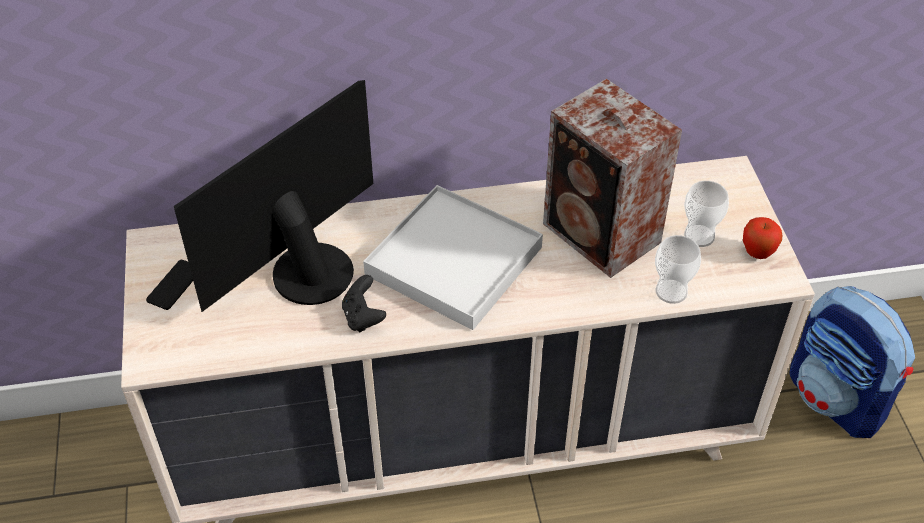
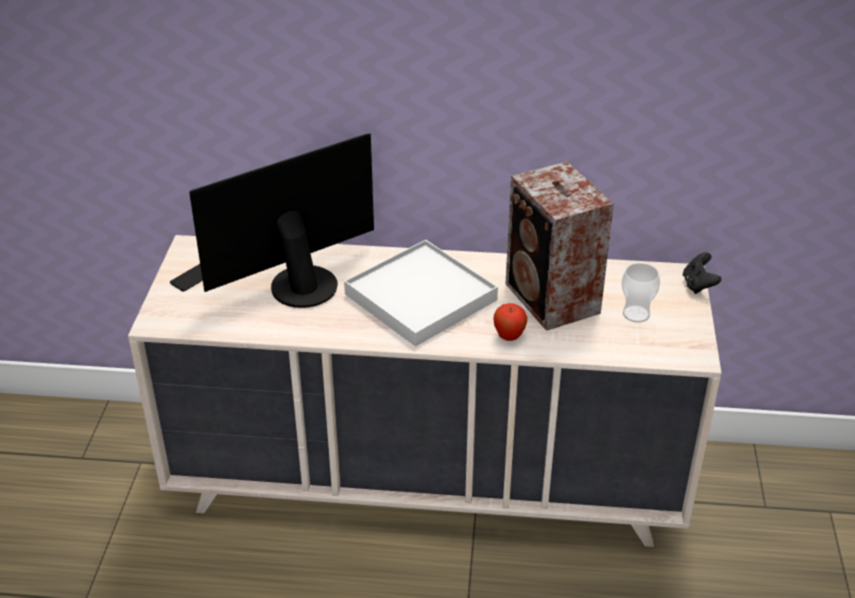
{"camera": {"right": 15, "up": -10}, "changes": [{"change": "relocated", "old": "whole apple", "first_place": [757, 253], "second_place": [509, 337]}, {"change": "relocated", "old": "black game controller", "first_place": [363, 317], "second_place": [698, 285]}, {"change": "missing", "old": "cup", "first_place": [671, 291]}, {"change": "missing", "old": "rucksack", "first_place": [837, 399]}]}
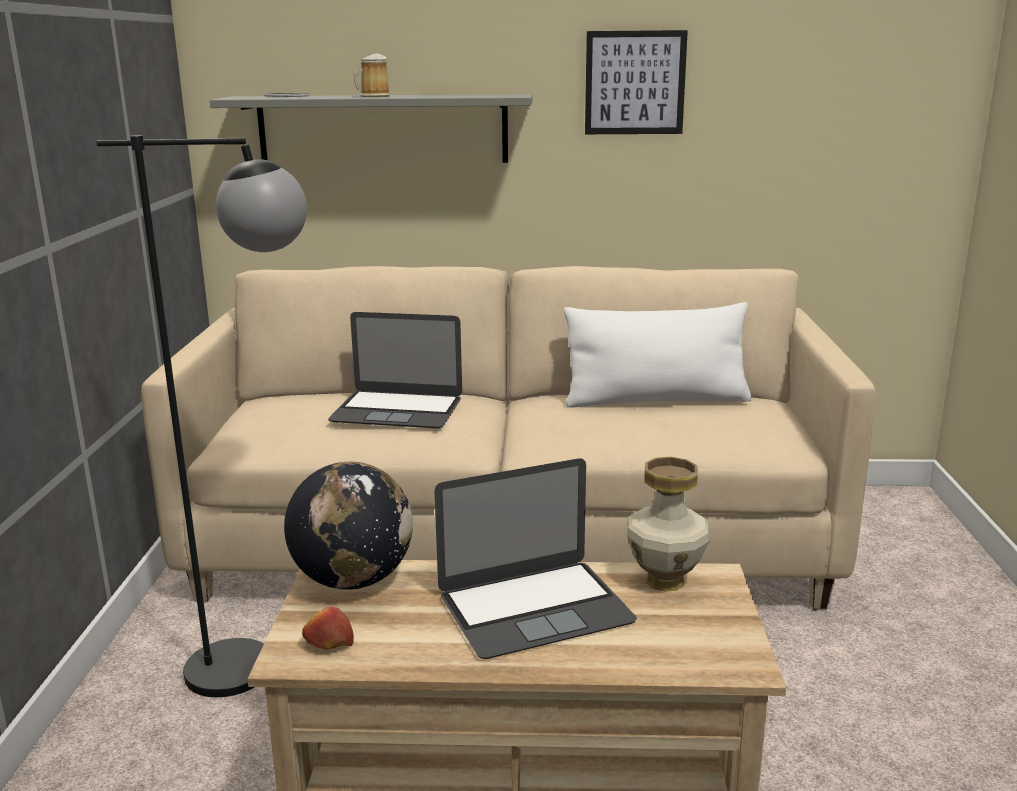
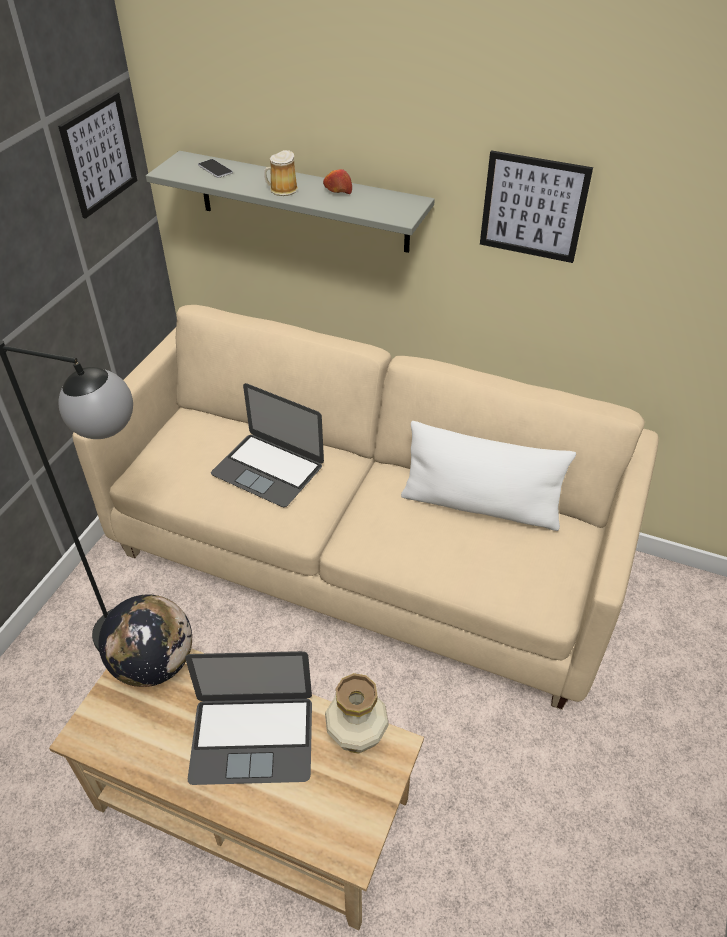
{"camera": {"right": 20, "up": 25}, "changes": [{"change": "appeared", "new": "wall picture", "second_place": [99, 155]}, {"change": "relocated", "old": "whole apple", "first_place": [328, 642], "second_place": [337, 190]}]}
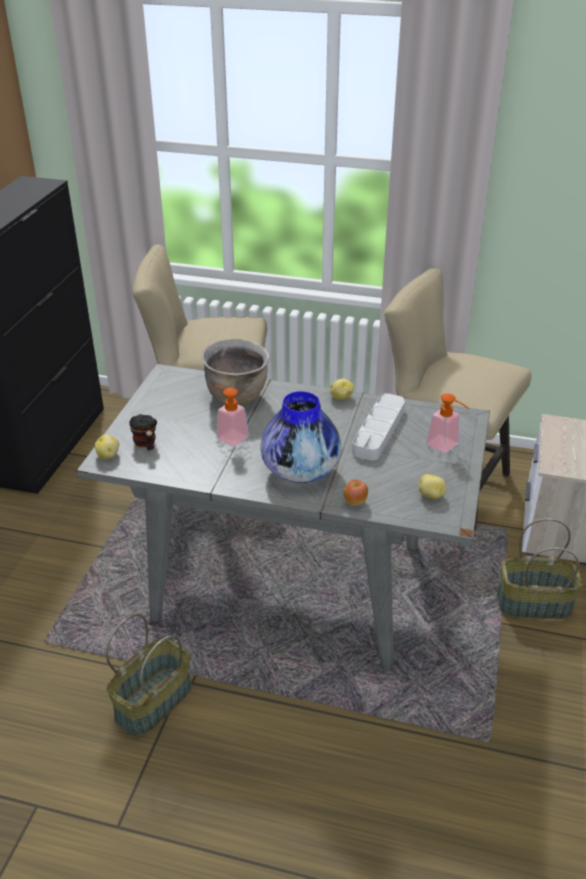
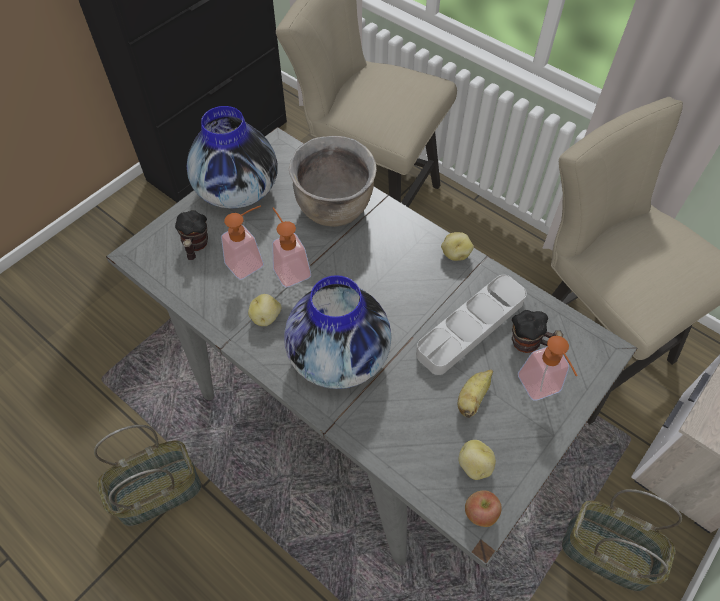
{"camera": {"right": 25, "up": 20}, "changes": [{"change": "appeared", "new": "decorative vase", "second_place": [237, 191]}, {"change": "appeared", "new": "soap dispenser", "second_place": [250, 261]}, {"change": "relocated", "old": "spud", "first_place": [108, 455], "second_place": [266, 317]}, {"change": "appeared", "new": "banana fruit", "second_place": [472, 398]}, {"change": "relocated", "old": "whole apple", "first_place": [355, 502], "second_place": [480, 513]}, {"change": "appeared", "new": "tea mug", "second_place": [529, 344]}]}
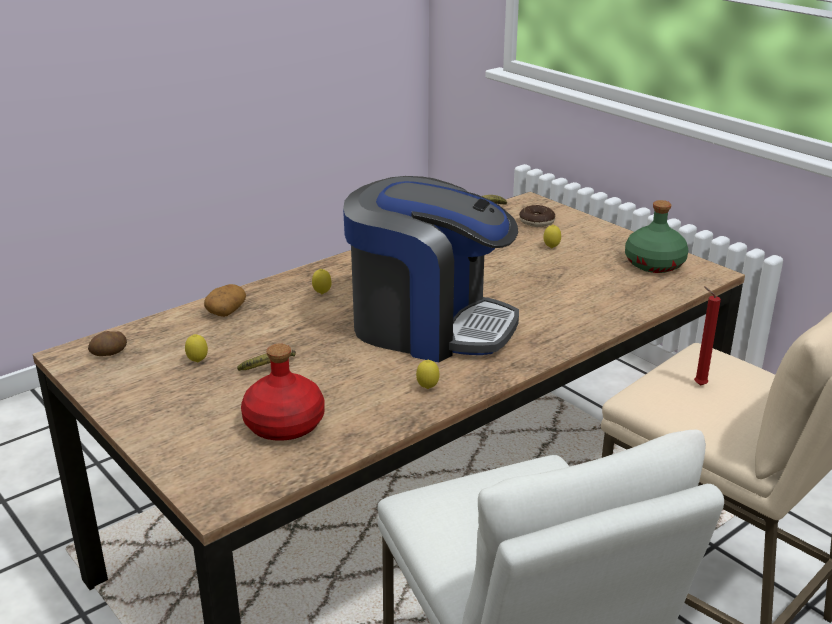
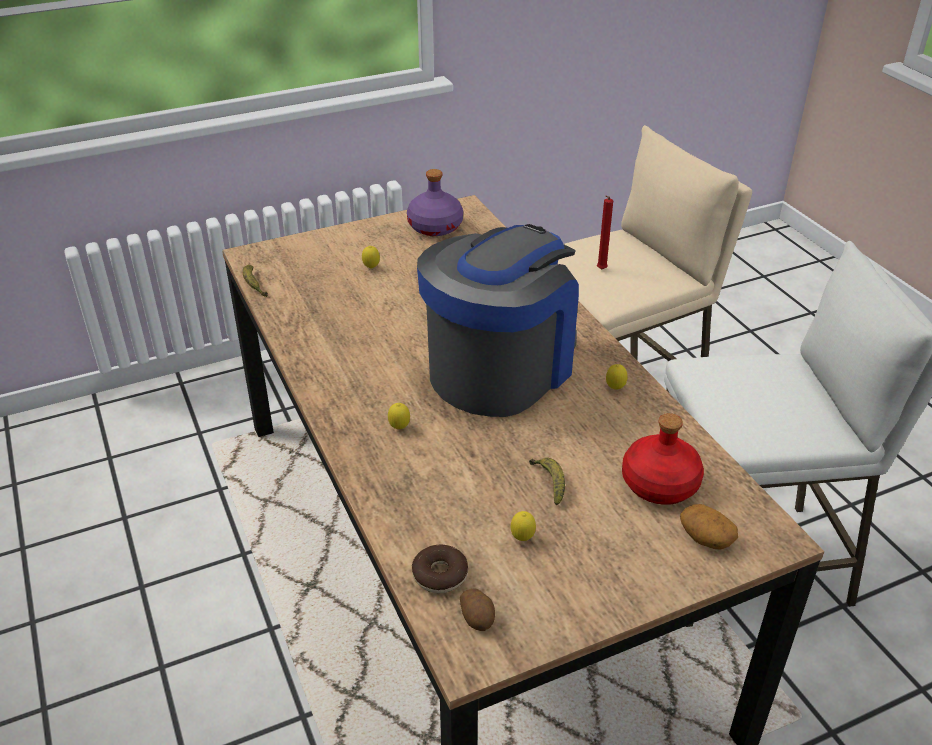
{"camera": {"right": -75, "up": 10}, "changes": [{"change": "colour", "old": "green-coloured bottle", "new": "purple-coloured bottle", "first_place": [654, 264], "second_place": [436, 227]}, {"change": "relocated", "old": "doughnut", "first_place": [536, 222], "second_place": [440, 575]}, {"change": "relocated", "old": "spud", "first_place": [226, 311], "second_place": [705, 537]}]}
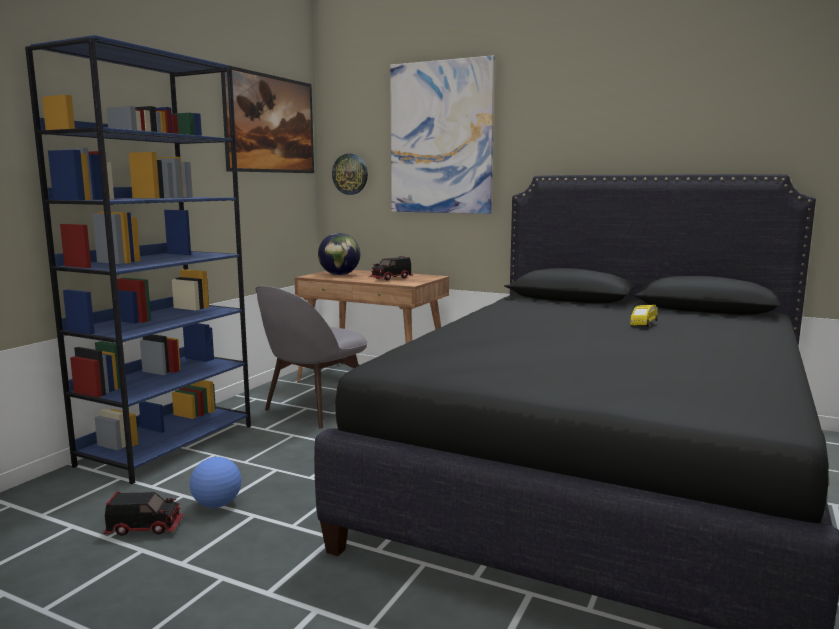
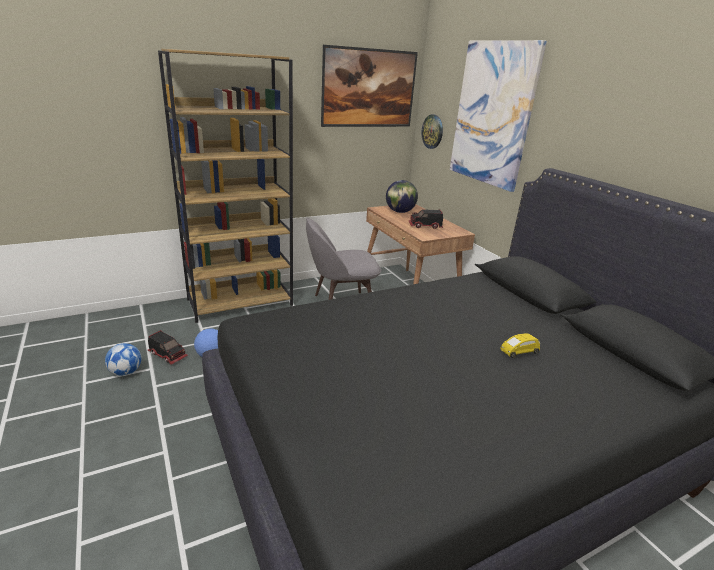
{"camera": {"right": 35, "up": 15}, "changes": [{"change": "appeared", "new": "football ball", "second_place": [126, 372]}, {"change": "colour", "old": "blue-coloured shelving unit", "new": "brownish shelving unit", "first_place": [168, 444], "second_place": [240, 302]}]}
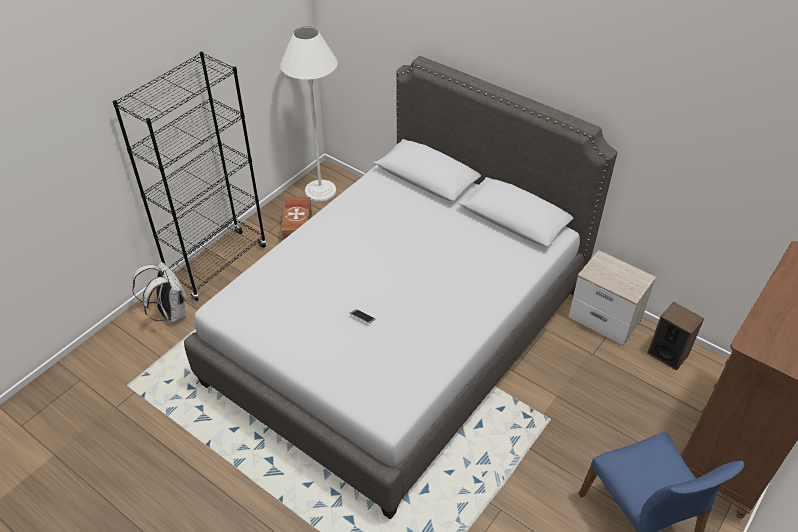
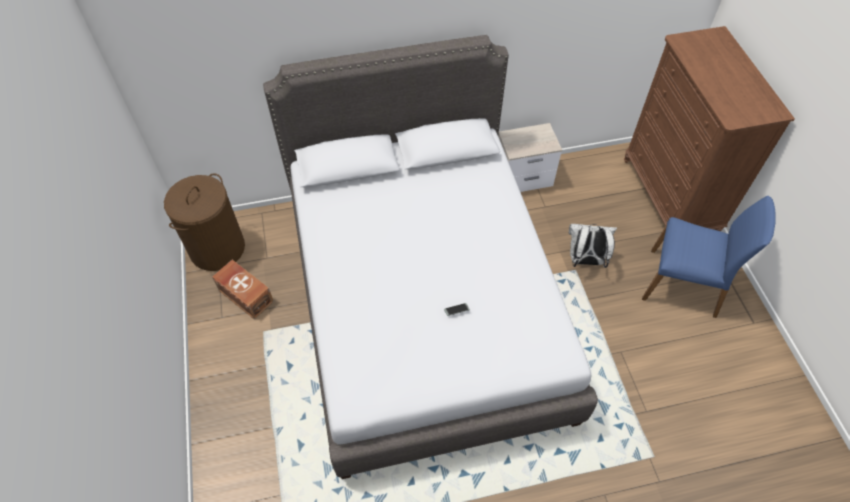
{"camera": {"right": -50, "up": 10}, "changes": [{"change": "exchanged", "old": "white standard lamp", "new": "brownish washing basket", "first_place": [320, 191], "second_place": [217, 248]}, {"change": "relocated", "old": "white rucksack", "first_place": [170, 313], "second_place": [585, 260]}, {"change": "missing", "old": "black shelving unit", "first_place": [218, 265]}, {"change": "missing", "old": "speaker", "first_place": [667, 354]}]}
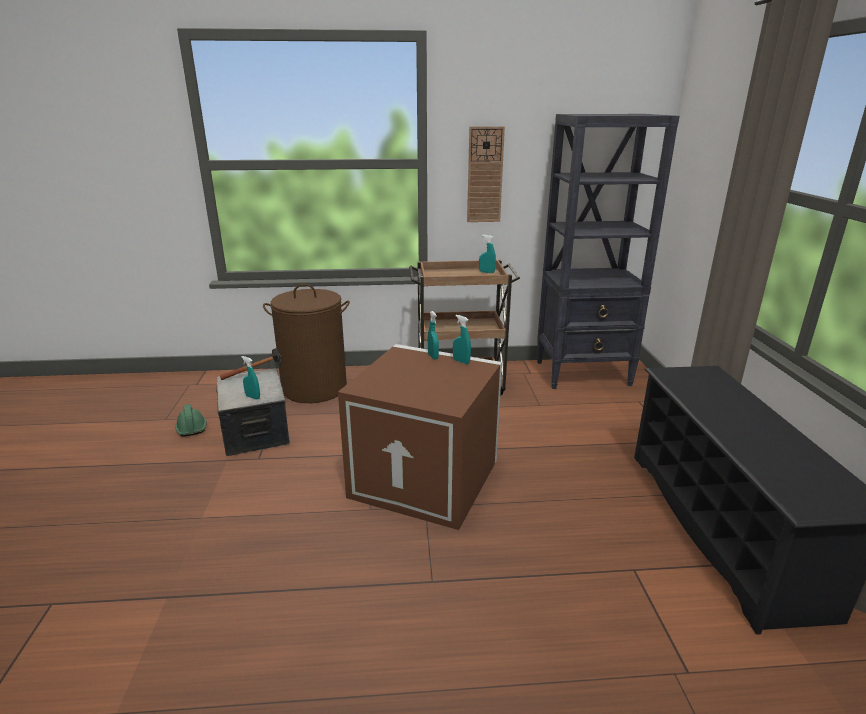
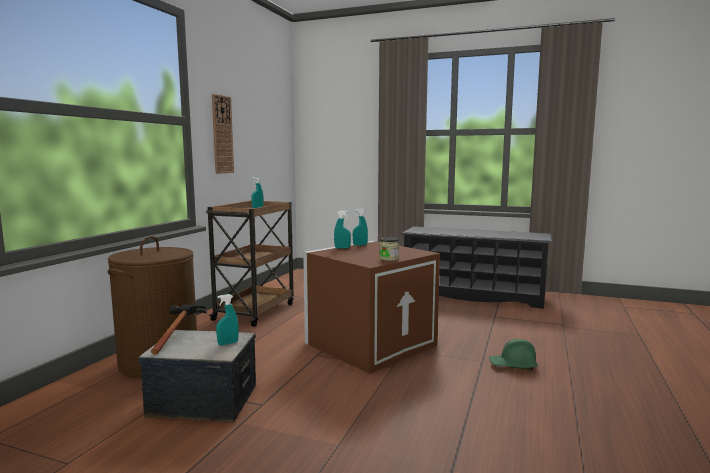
{"camera": {"right": -65, "up": -15}, "changes": [{"change": "appeared", "new": "storage jar", "second_place": [389, 259]}, {"change": "relocated", "old": "green-coloured work helmet", "first_place": [191, 427], "second_place": [513, 366]}, {"change": "missing", "old": "black shelving unit", "first_place": [583, 373]}]}
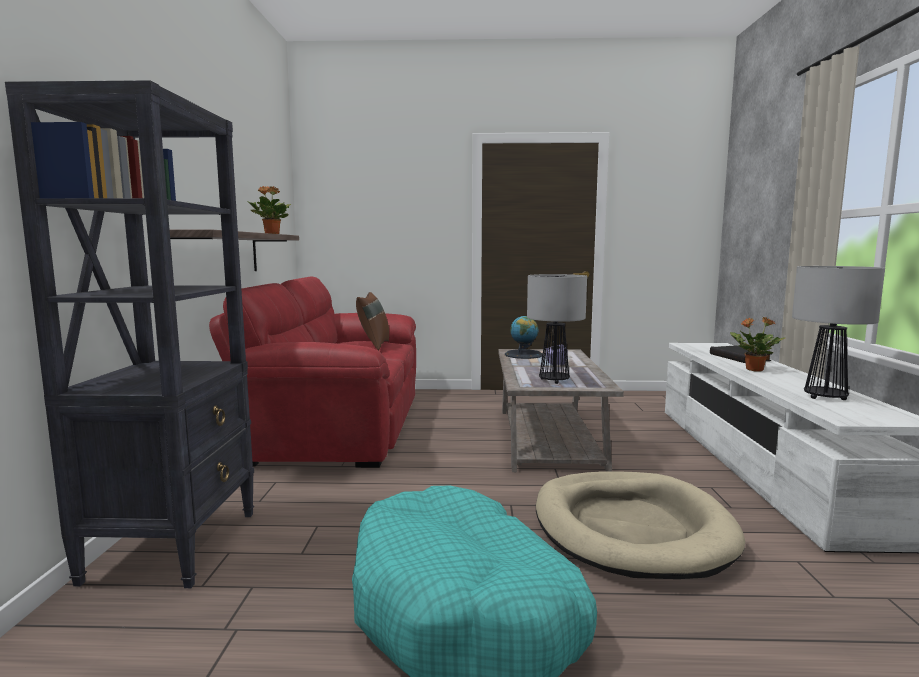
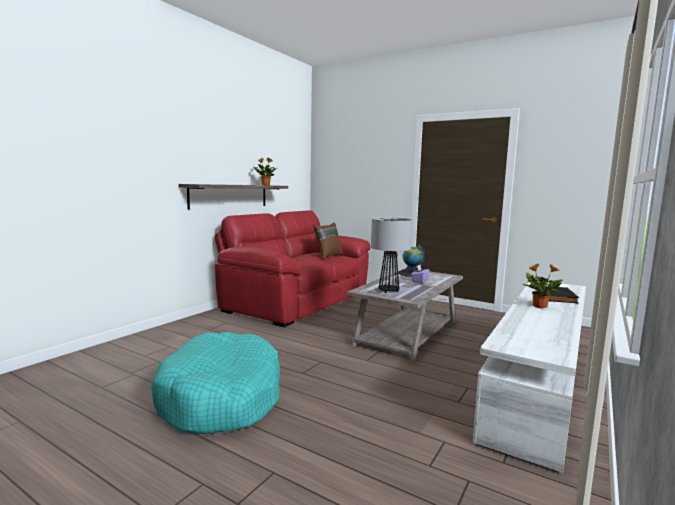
{"camera": {"right": 30, "up": 0}, "changes": [{"change": "missing", "old": "black shelving unit", "first_place": [175, 545]}, {"change": "missing", "old": "beige dog cushion", "first_place": [630, 528]}, {"change": "missing", "old": "lamp for a table", "first_place": [824, 397]}]}
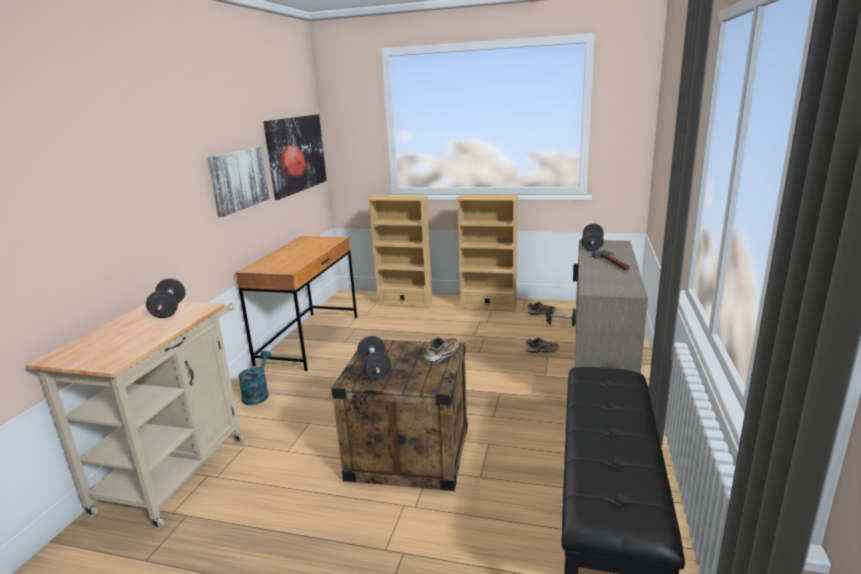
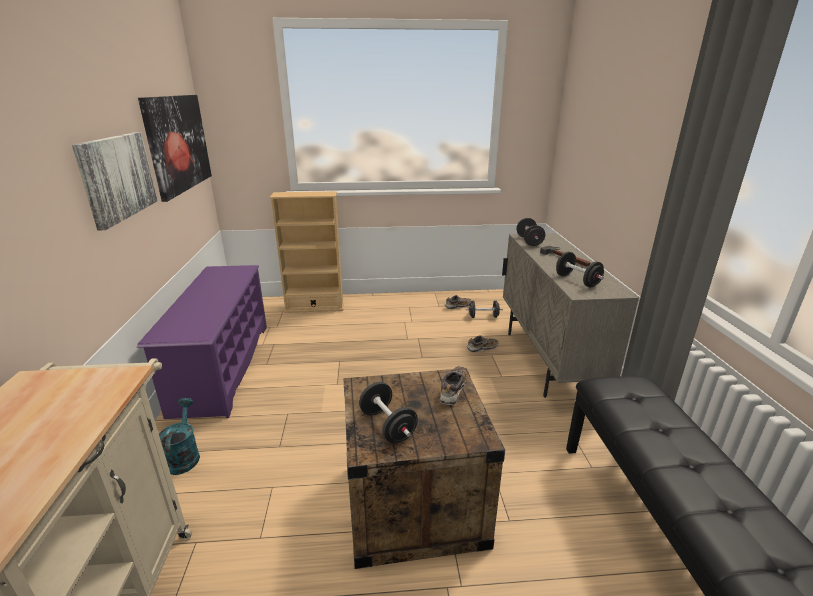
{"camera": {"right": -20, "up": 5}, "changes": [{"change": "exchanged", "old": "brownish desk", "new": "purple-coloured shoe rack", "first_place": [309, 339], "second_place": [222, 366]}, {"change": "relocated", "old": "black free weight", "first_place": [169, 310], "second_place": [577, 281]}, {"change": "missing", "old": "beige shelving unit", "first_place": [488, 306]}]}
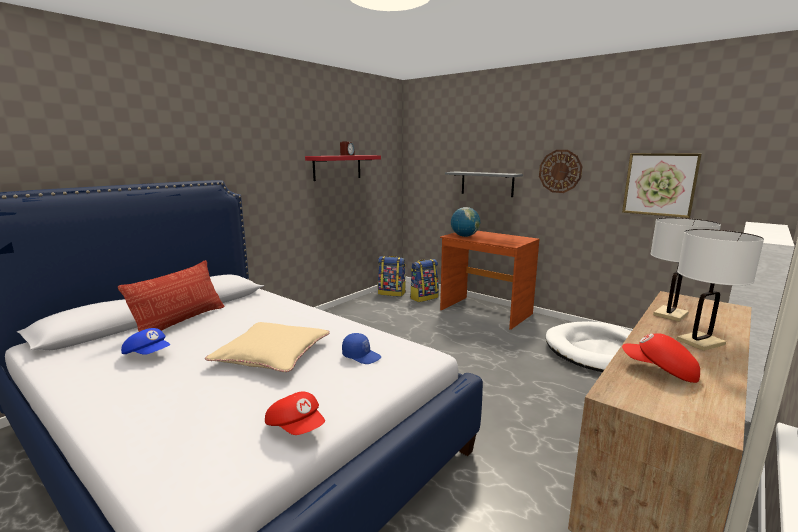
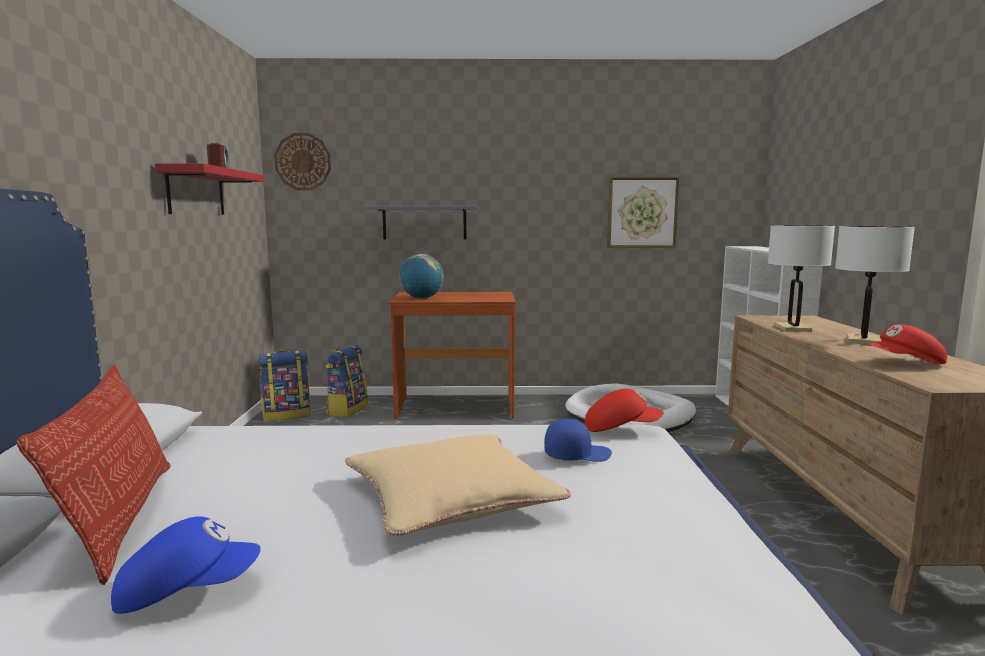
{"camera": {"right": -40, "up": -5}, "changes": [{"change": "relocated", "old": "clock on the wall", "first_place": [560, 171], "second_place": [303, 162]}, {"change": "relocated", "old": "red-coloured cap", "first_place": [297, 427], "second_place": [620, 429]}]}
